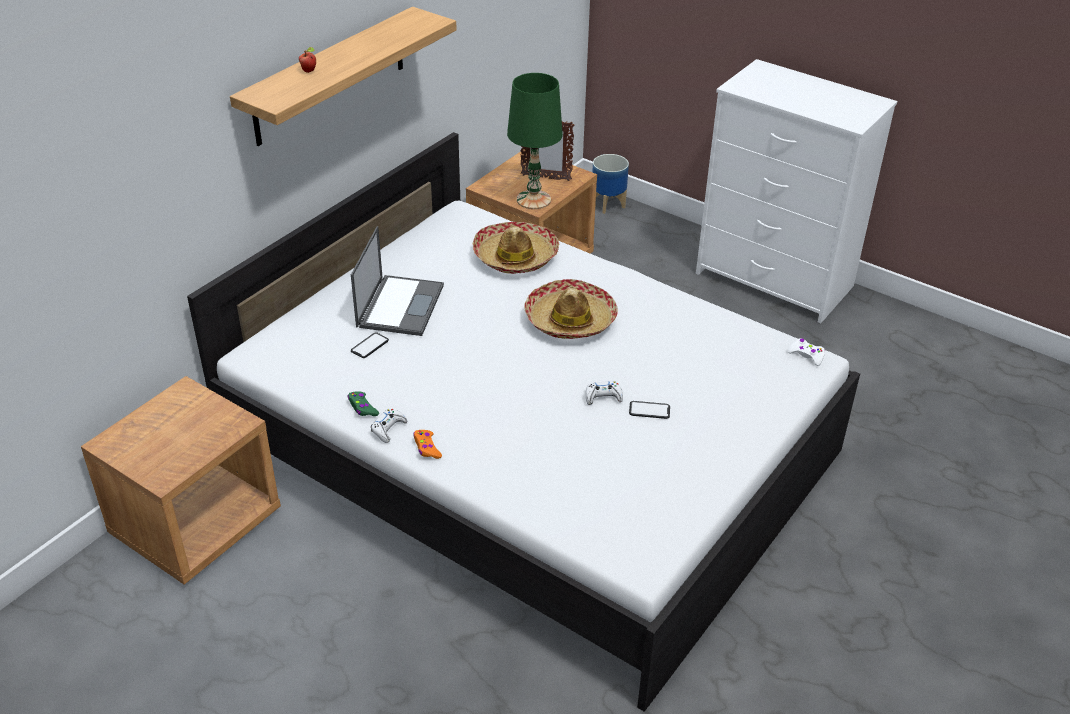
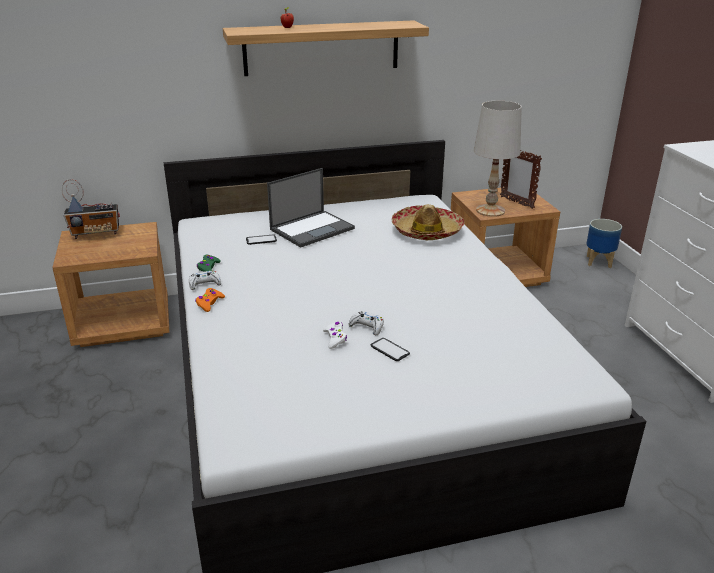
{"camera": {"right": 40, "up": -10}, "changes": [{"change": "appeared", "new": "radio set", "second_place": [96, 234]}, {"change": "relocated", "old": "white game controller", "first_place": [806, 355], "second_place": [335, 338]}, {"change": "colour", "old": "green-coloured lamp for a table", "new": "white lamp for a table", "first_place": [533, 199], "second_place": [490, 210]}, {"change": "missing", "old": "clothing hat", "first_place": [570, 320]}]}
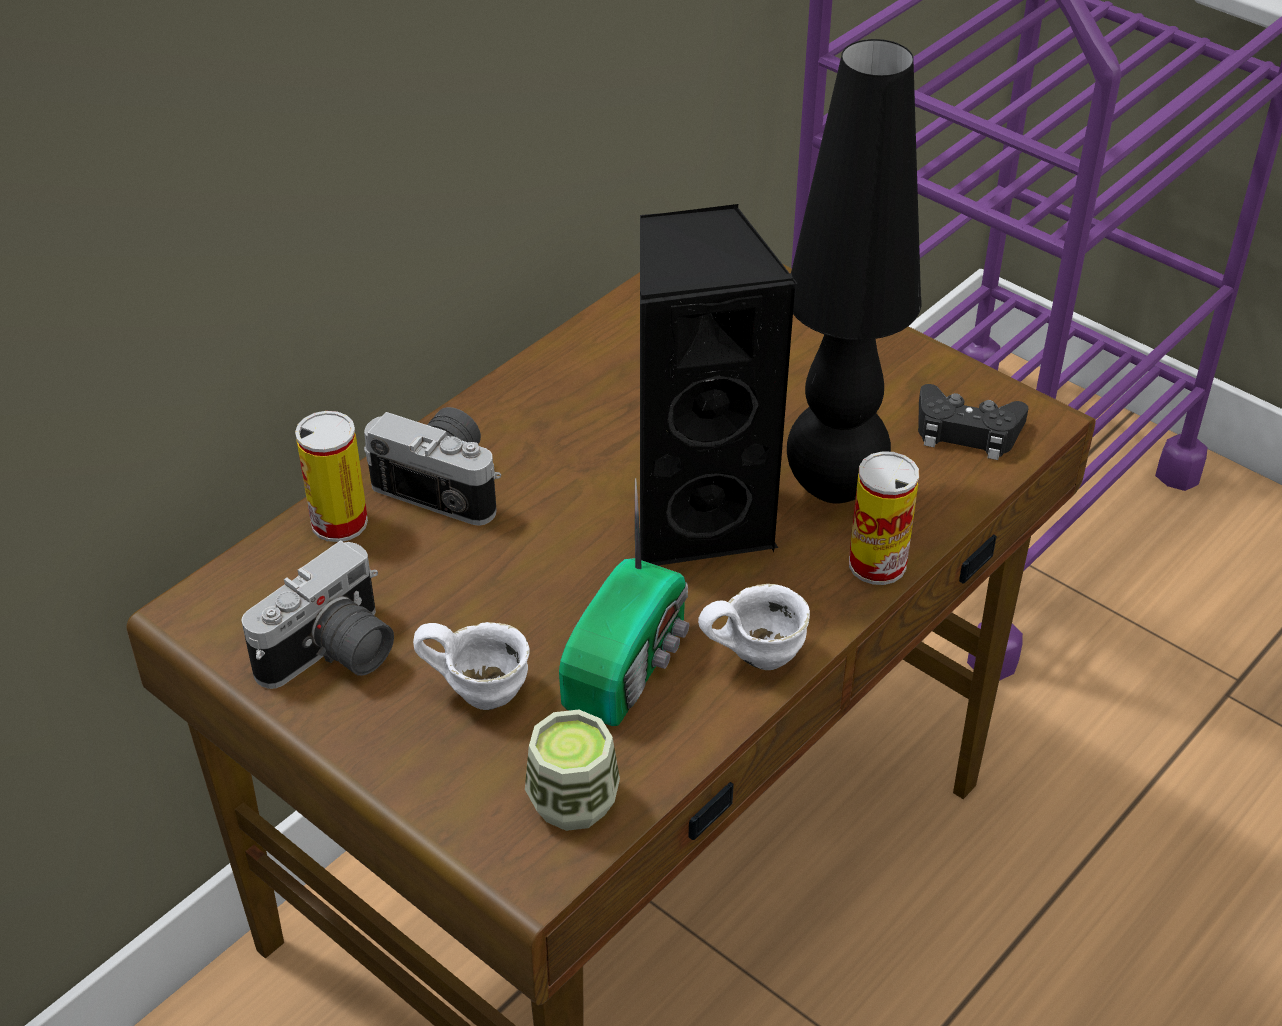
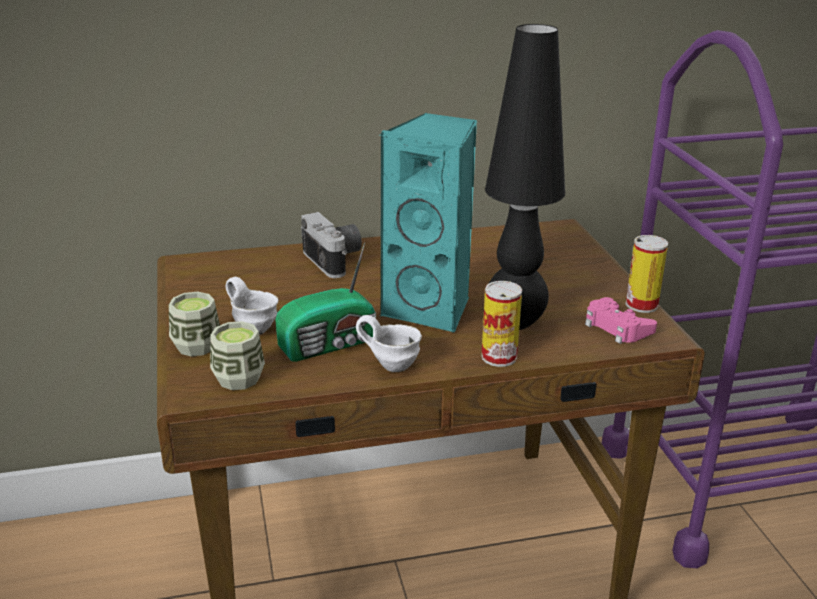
{"camera": {"right": 35, "up": -15}, "changes": [{"change": "appeared", "new": "cup", "second_place": [196, 346]}, {"change": "colour", "old": "black speaker", "new": "turquoise speaker", "first_place": [698, 518], "second_place": [431, 309]}, {"change": "colour", "old": "black game controller", "new": "pinkish game controller", "first_place": [966, 431], "second_place": [616, 327]}, {"change": "relocated", "old": "can", "first_place": [339, 522], "second_place": [641, 304]}, {"change": "missing", "old": "still camera", "first_place": [333, 656]}]}
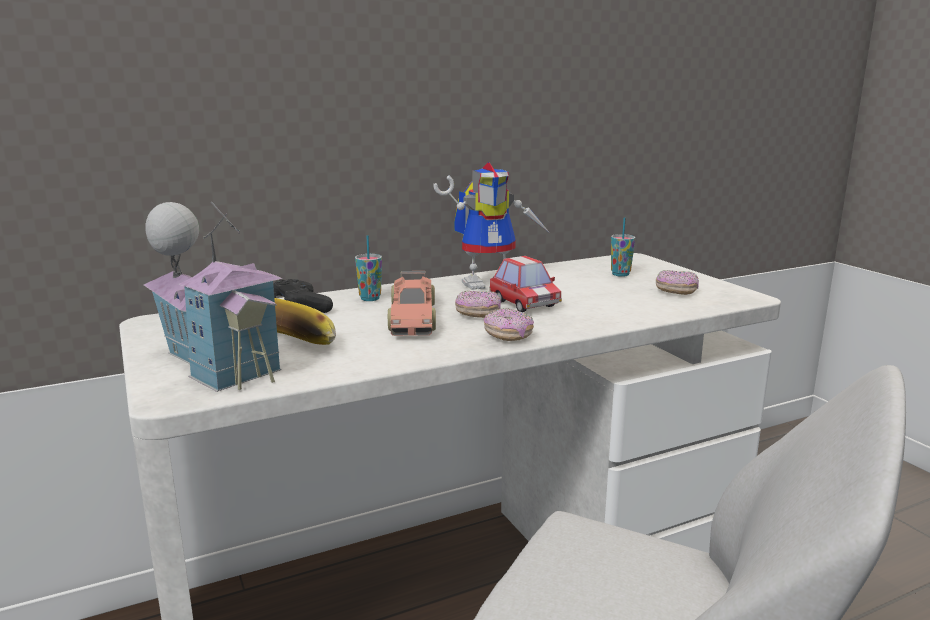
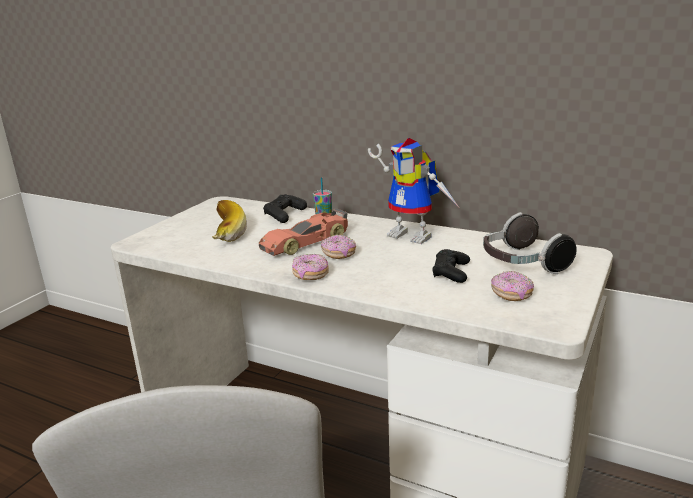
{"camera": {"right": 55, "up": 5}, "changes": [{"change": "appeared", "new": "black game controller", "second_place": [451, 272]}, {"change": "exchanged", "old": "cup", "new": "headphones", "first_place": [620, 274], "second_place": [521, 263]}, {"change": "missing", "old": "miniature house", "first_place": [219, 364]}, {"change": "missing", "old": "miniature car", "first_place": [524, 303]}]}
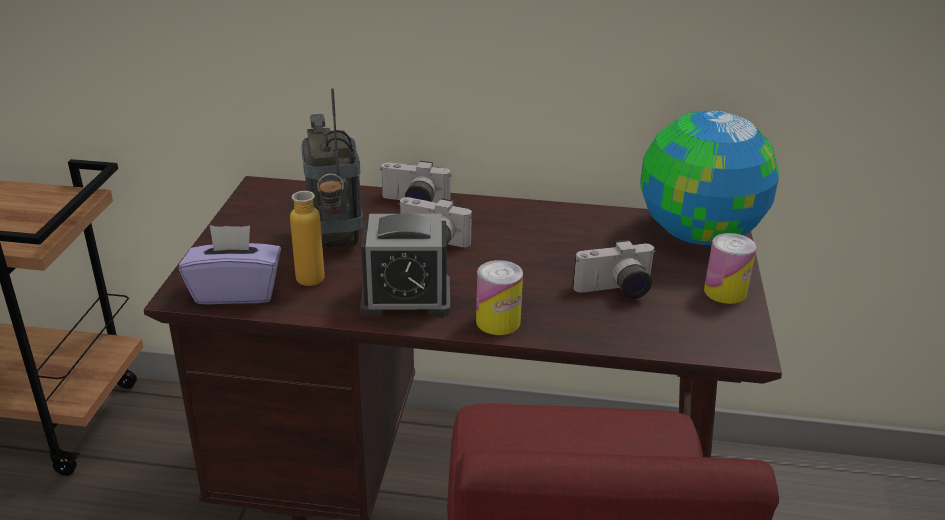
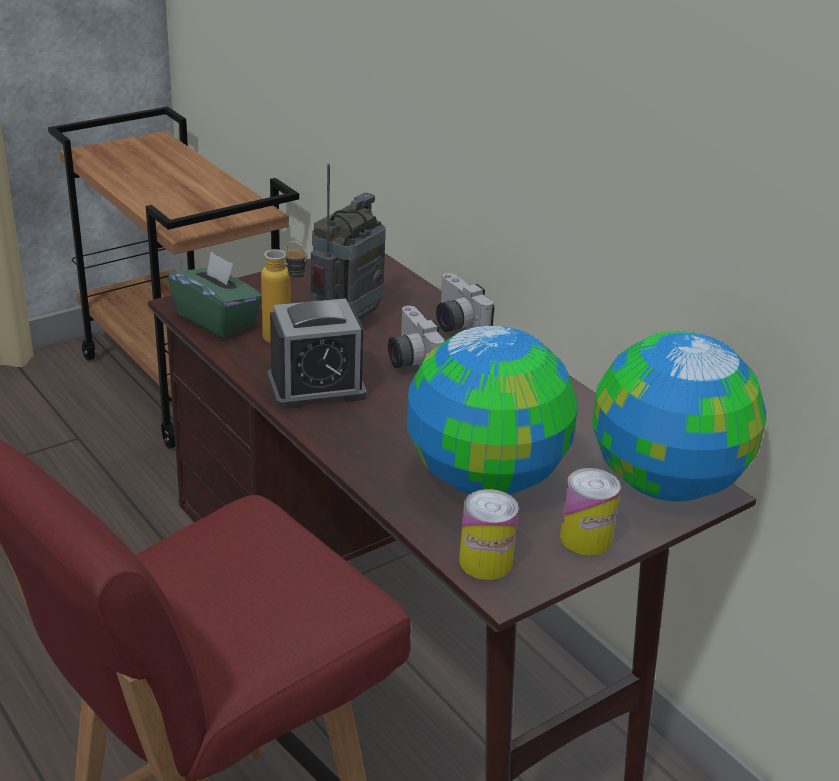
{"camera": {"right": 45, "up": 0}, "changes": [{"change": "colour", "old": "purple-coloured tissue box", "new": "green-coloured tissue box", "first_place": [236, 291], "second_place": [217, 320]}, {"change": "spun", "old": "table clock", "first_place": [406, 297], "second_place": [316, 387], "degrees": -60}, {"change": "exchanged", "old": "still camera", "new": "world globe", "first_place": [616, 291], "second_place": [486, 479]}, {"change": "relocated", "old": "can", "first_place": [498, 322], "second_place": [485, 562]}]}
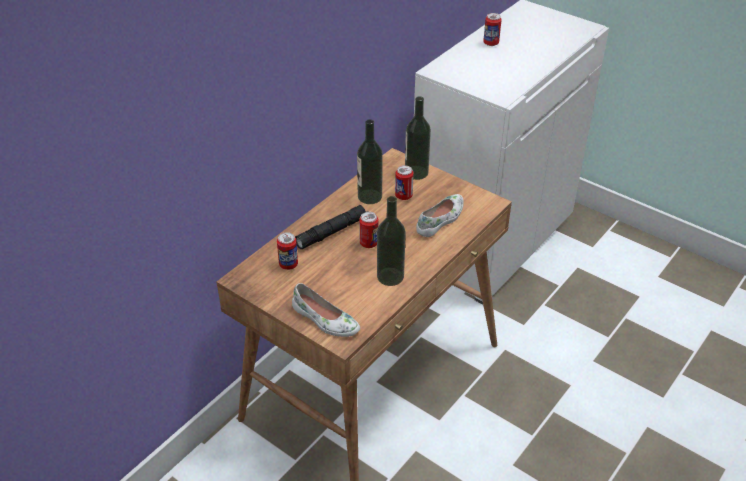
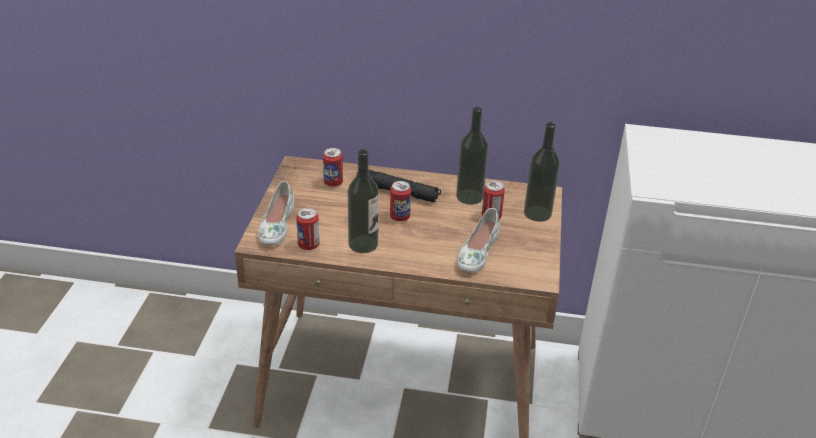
{"camera": {"right": 60, "up": -5}, "changes": [{"change": "relocated", "old": "can", "first_place": [491, 43], "second_place": [308, 245]}, {"change": "spun", "old": "white item of footwear", "first_place": [441, 220], "second_place": [477, 251], "degrees": 105}]}
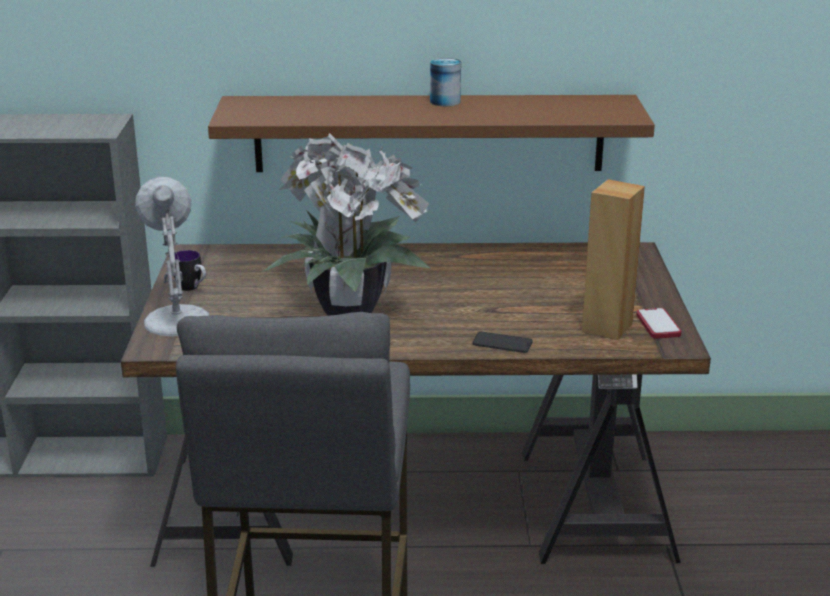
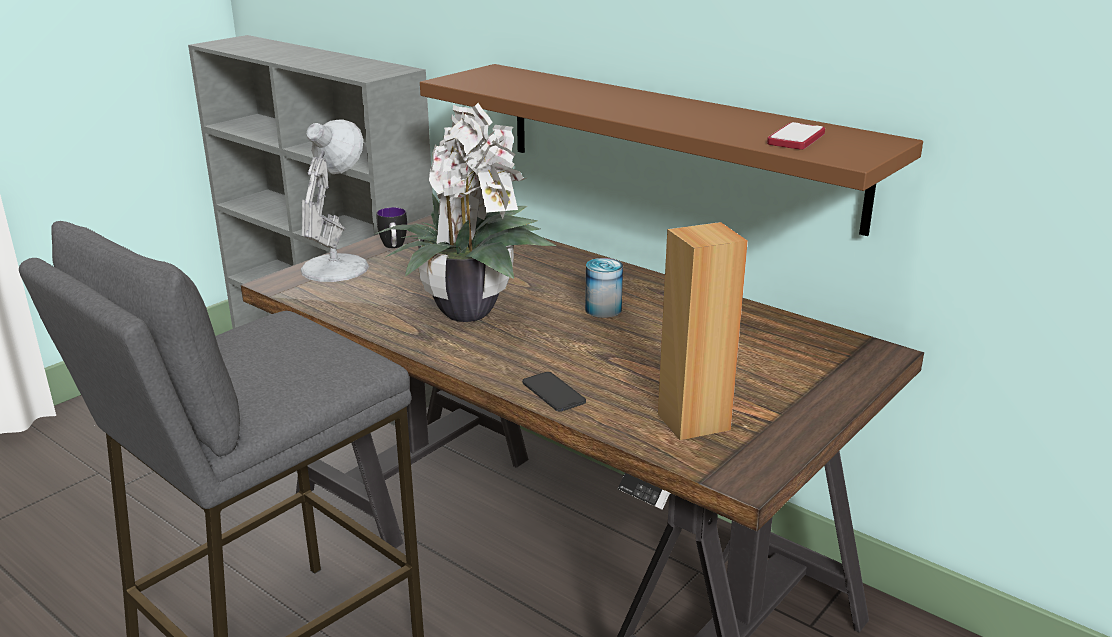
{"camera": {"right": 40, "up": 0}, "changes": [{"change": "relocated", "old": "can", "first_place": [445, 102], "second_place": [603, 309]}, {"change": "relocated", "old": "handset", "first_place": [658, 325], "second_place": [796, 139]}]}
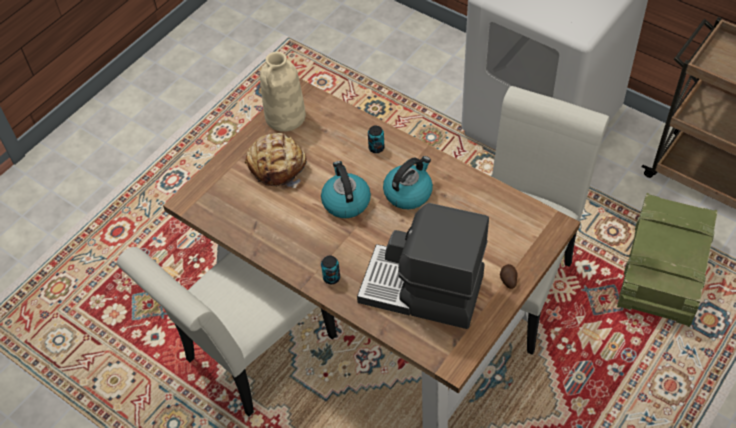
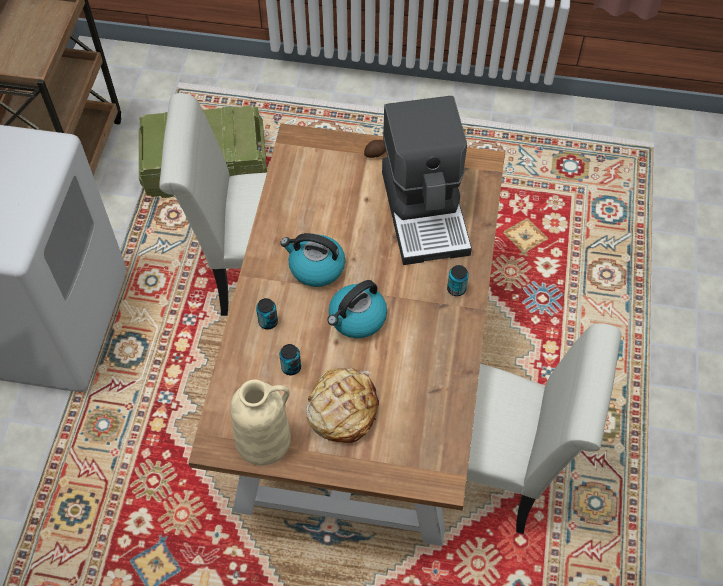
{"camera": {"right": -120, "up": 5}, "changes": [{"change": "appeared", "new": "can", "second_place": [291, 367]}]}
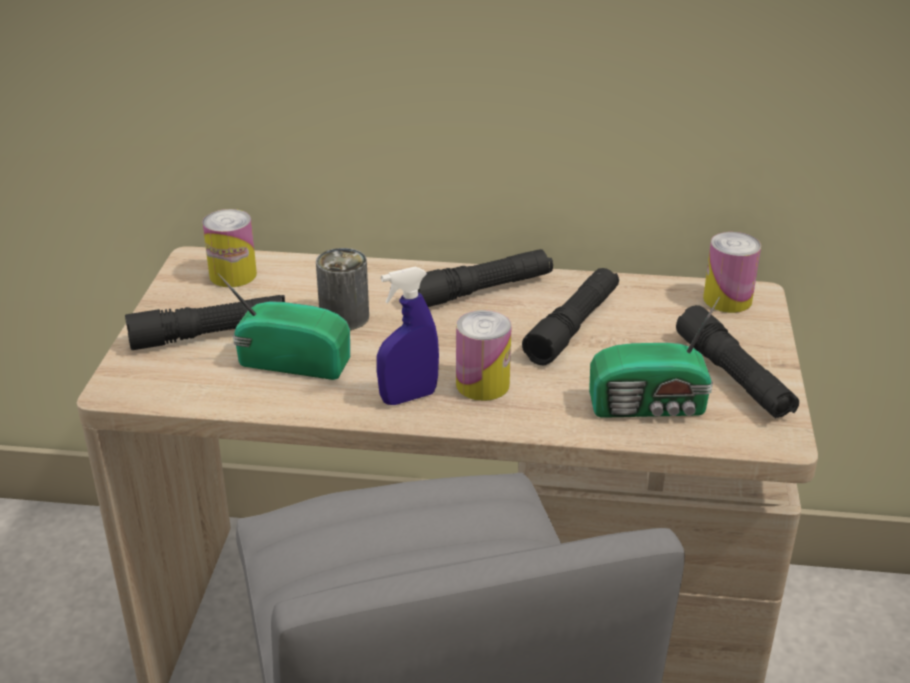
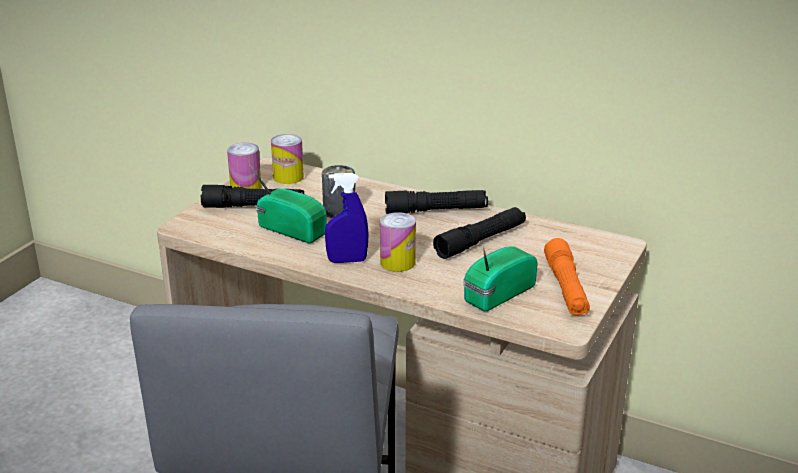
{"camera": {"right": 20, "up": -5}, "changes": [{"change": "relocated", "old": "can", "first_place": [727, 299], "second_place": [246, 186]}, {"change": "spun", "old": "radio set", "first_place": [651, 407], "second_place": [496, 294], "degrees": 120}, {"change": "colour", "old": "black hand torch", "new": "orangey hand torch", "first_place": [733, 377], "second_place": [566, 288]}]}
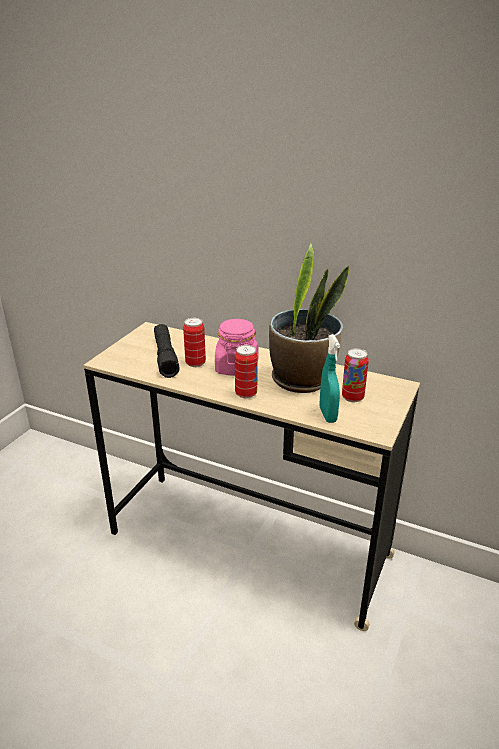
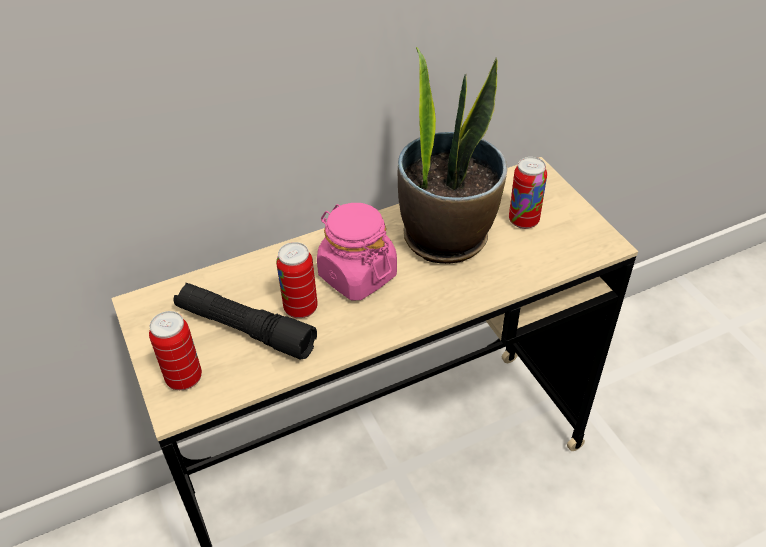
{"camera": {"right": -50, "up": 15}, "changes": [{"change": "relocated", "old": "can", "first_place": [246, 394], "second_place": [184, 378]}, {"change": "missing", "old": "turquoise spray bottle", "first_place": [327, 415]}]}
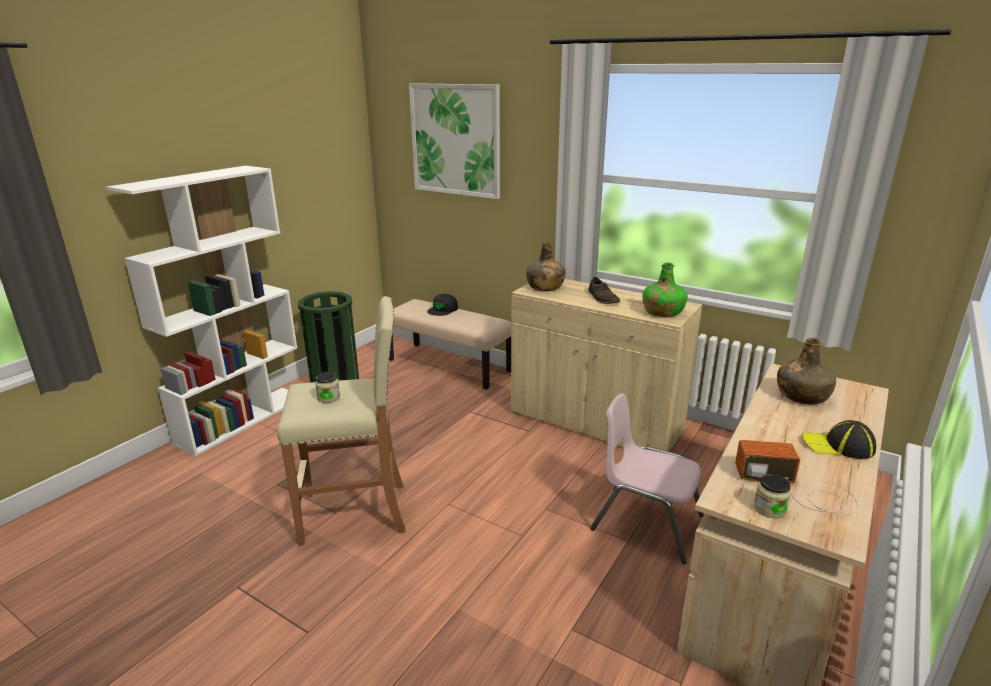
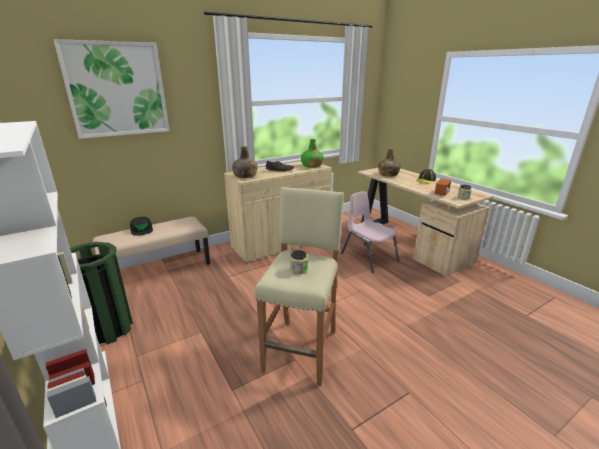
{"camera": {"right": -65, "up": 0}, "changes": [{"change": "spun", "old": "pinkish upright chair", "first_place": [646, 523], "second_place": [368, 257], "degrees": 90}]}
